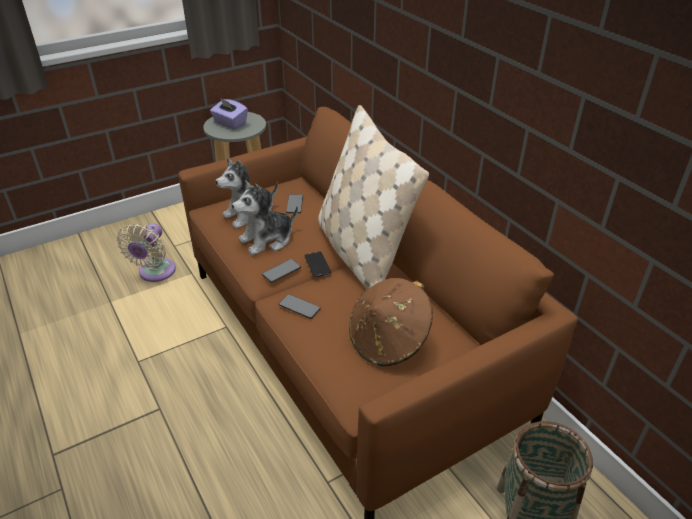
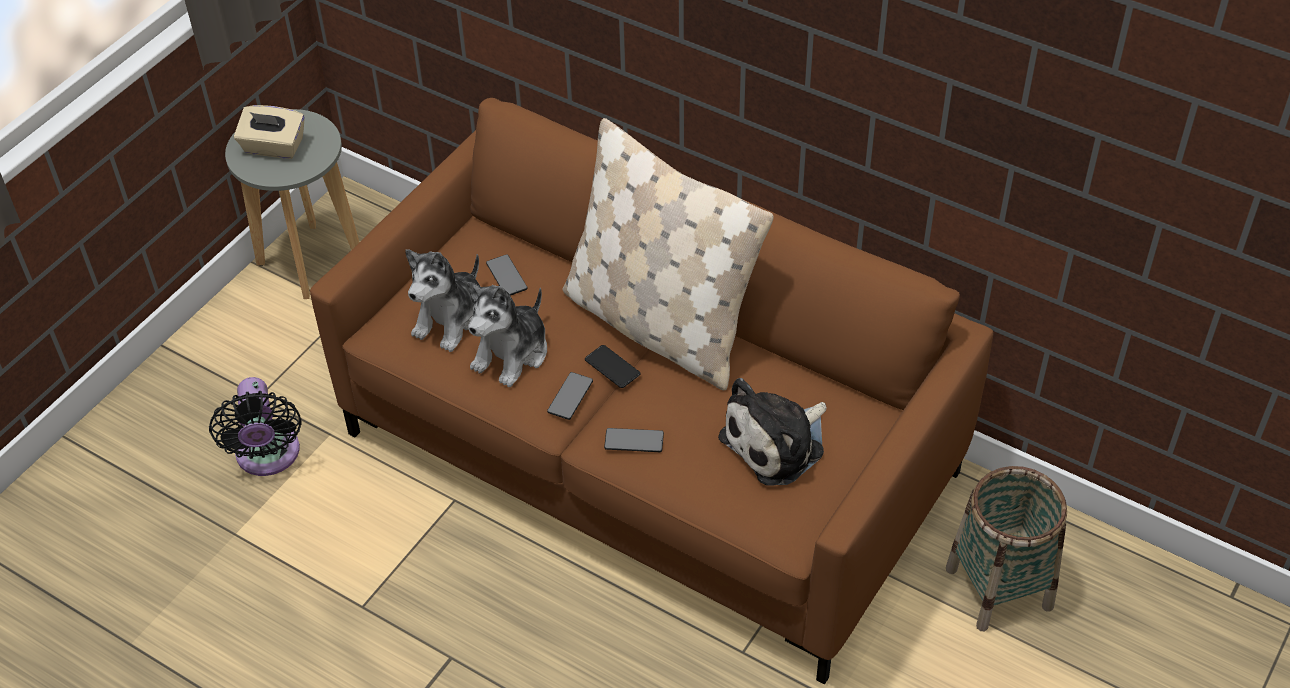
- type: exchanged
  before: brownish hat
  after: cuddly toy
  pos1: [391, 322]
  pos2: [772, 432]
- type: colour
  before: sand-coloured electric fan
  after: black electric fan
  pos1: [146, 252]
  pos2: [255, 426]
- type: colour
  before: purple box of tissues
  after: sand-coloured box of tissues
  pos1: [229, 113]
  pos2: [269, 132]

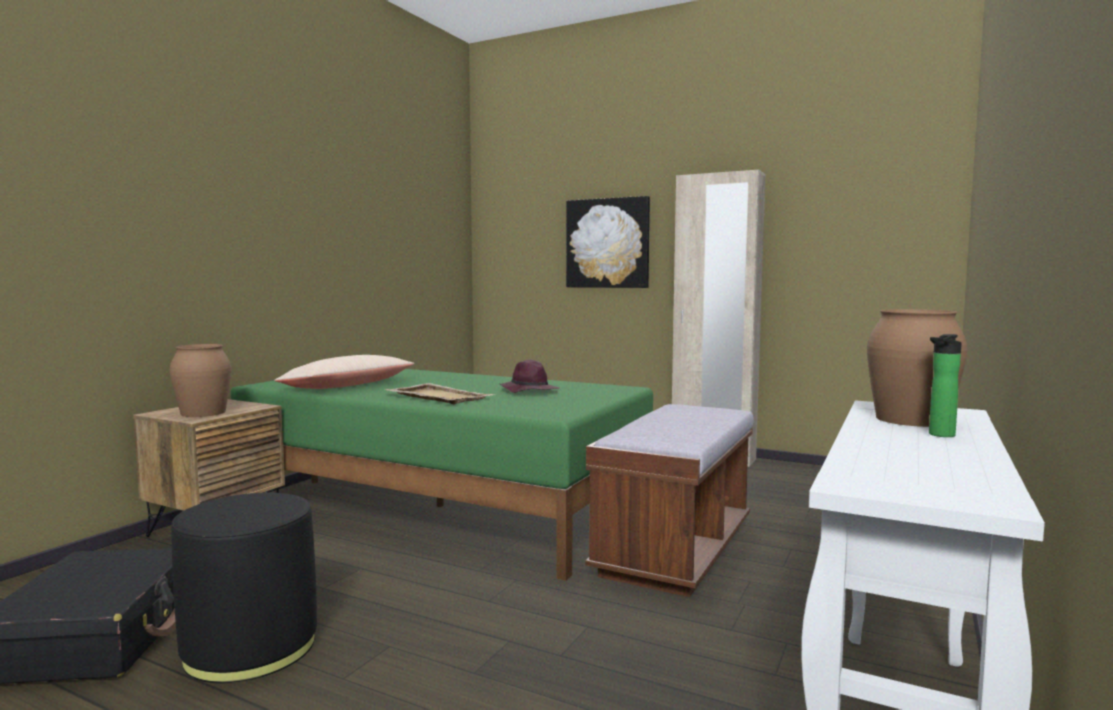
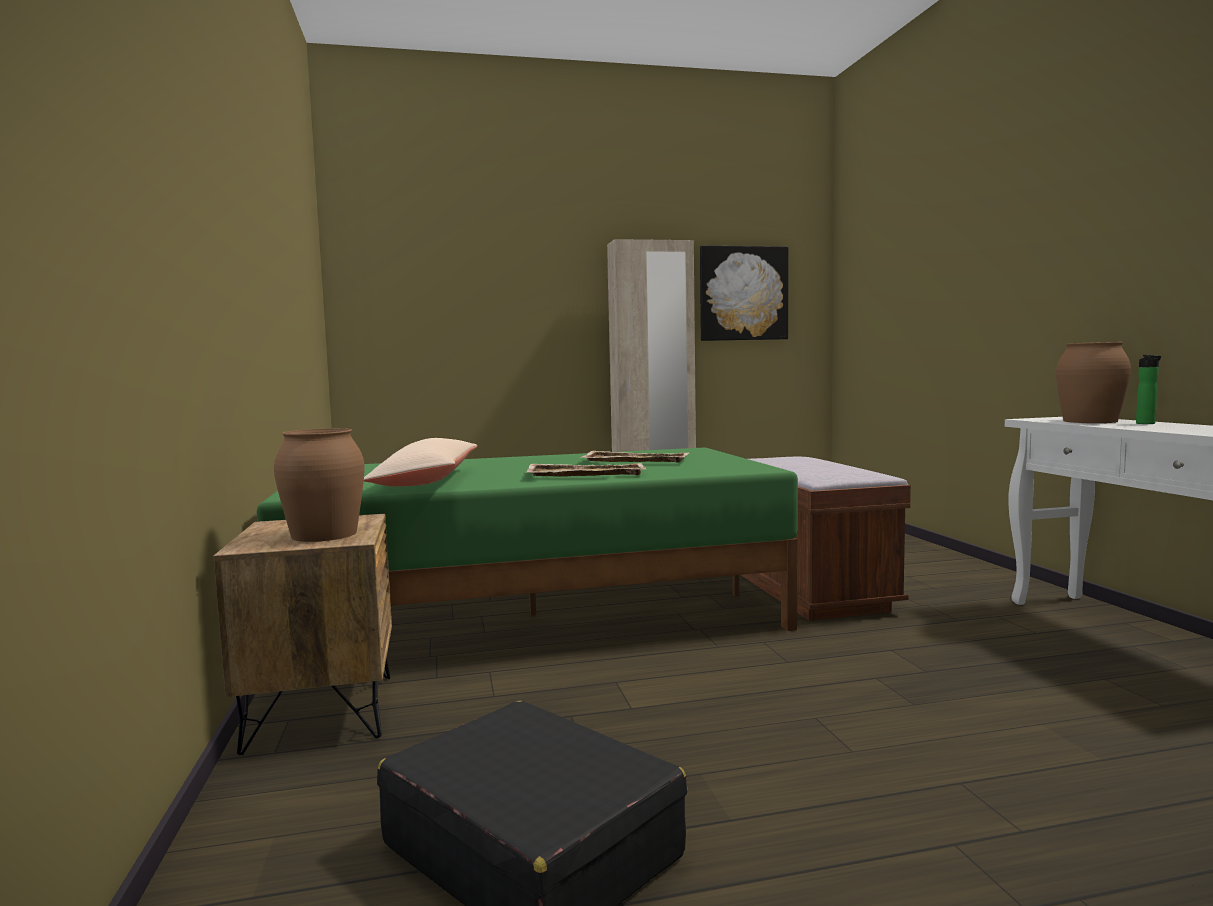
- type: missing
  before: black ottoman
  pos1: [244, 588]
- type: relocated
  before: wall art
  pos1: [608, 242]
  pos2: [744, 293]
- type: exchanged
  before: purple hat
  after: sand-coloured tray
  pos1: [529, 376]
  pos2: [635, 457]

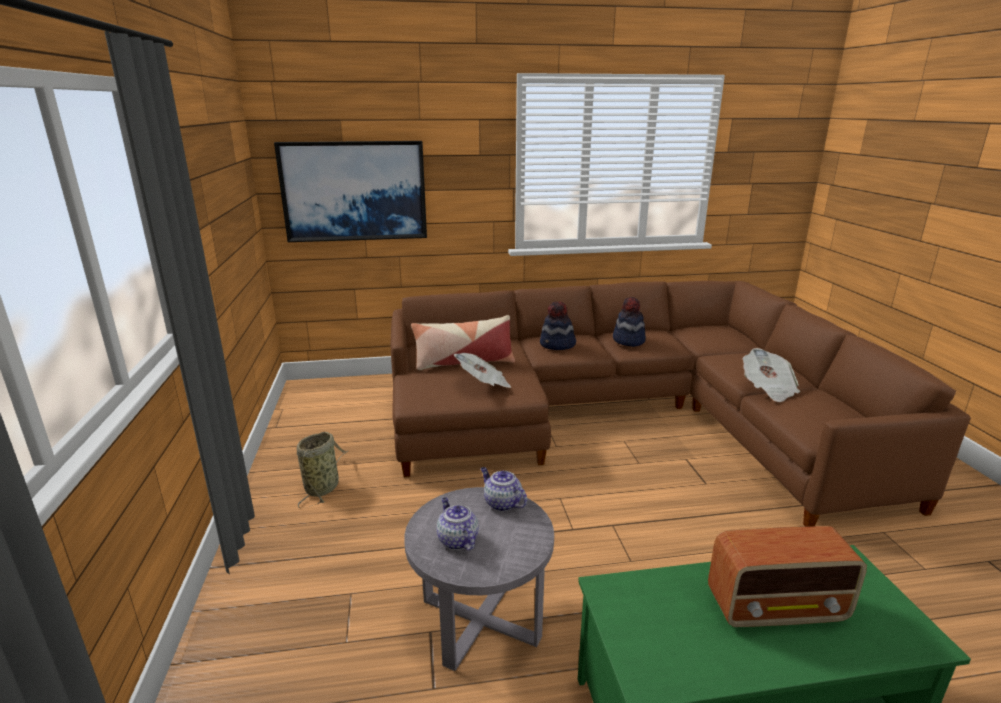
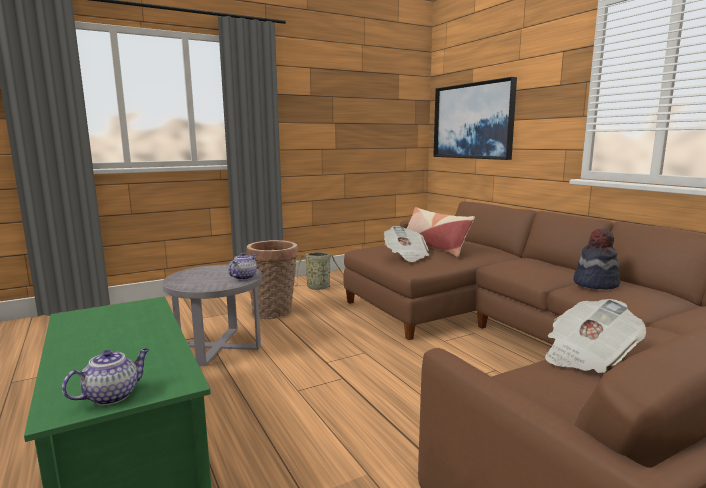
- type: missing
  before: hat
  pos1: [558, 326]
- type: missing
  before: radio receiver
  pos1: [787, 576]
- type: appeared
  after: household basket
  pos2: [272, 279]
- type: relocated
  before: pot for tea
  pos1: [458, 524]
  pos2: [105, 376]

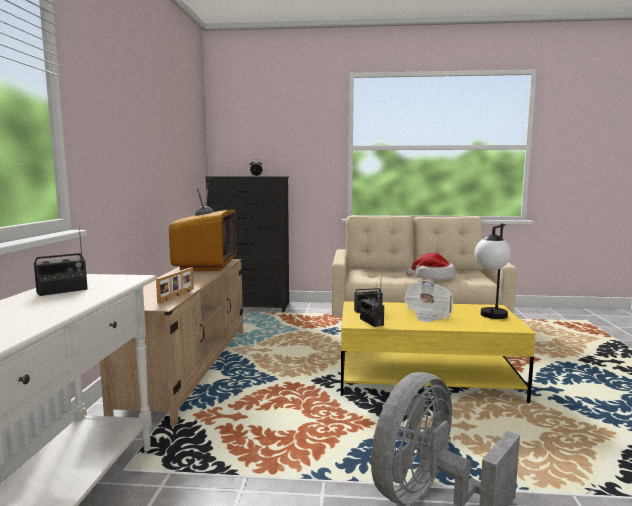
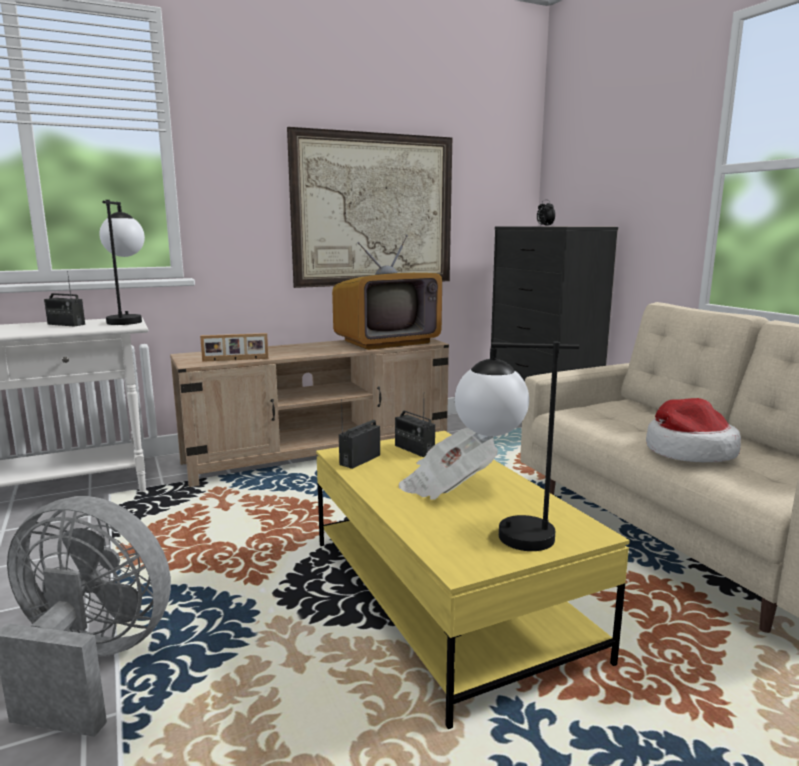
- type: appeared
  after: table lamp
  pos2: [122, 262]
- type: appeared
  after: wall art
  pos2: [369, 207]

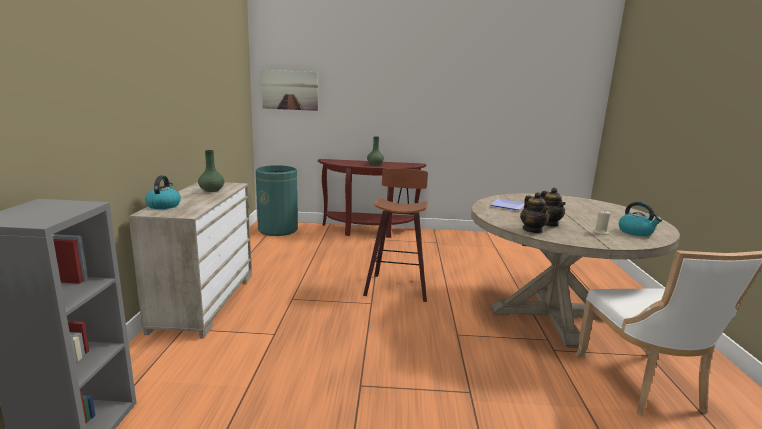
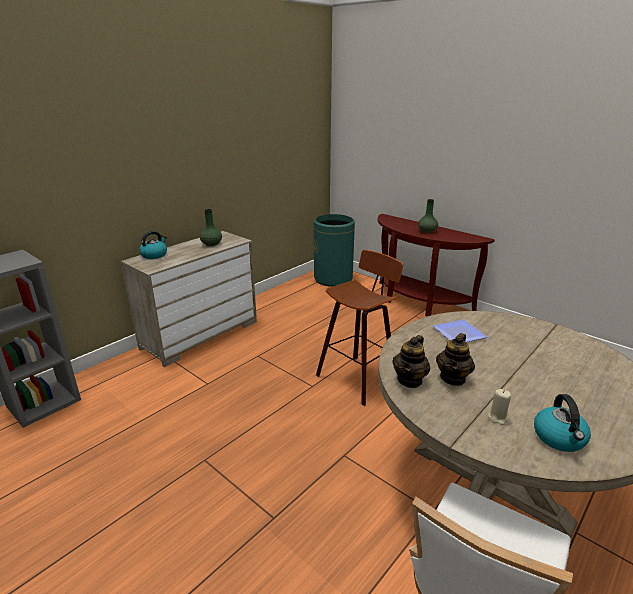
- type: missing
  before: wall art
  pos1: [289, 90]

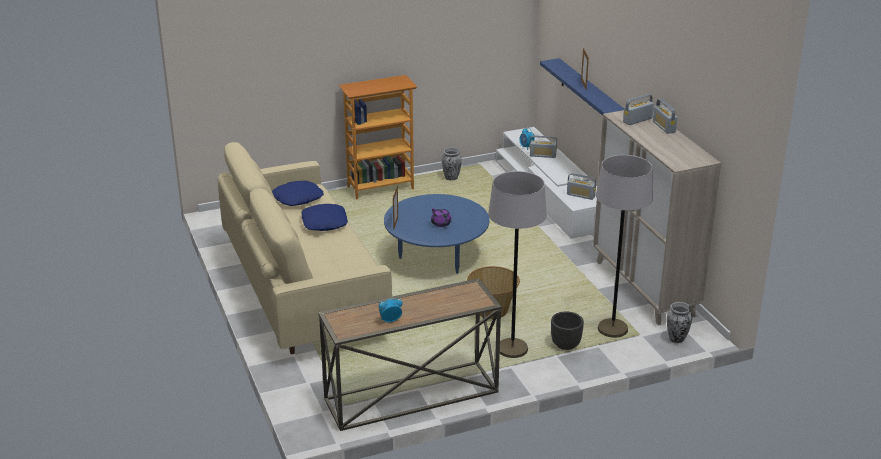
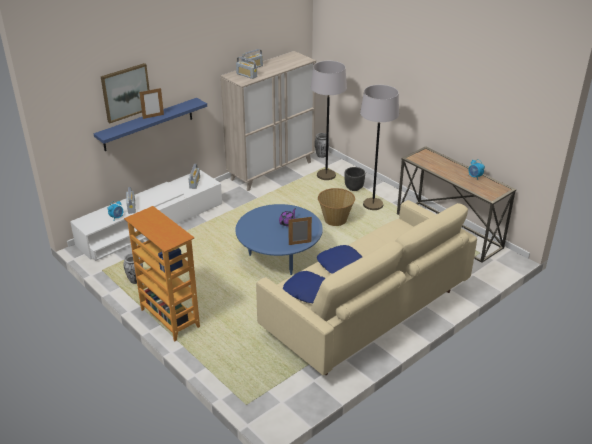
- type: appeared
  after: wall art
  pos2: [125, 93]

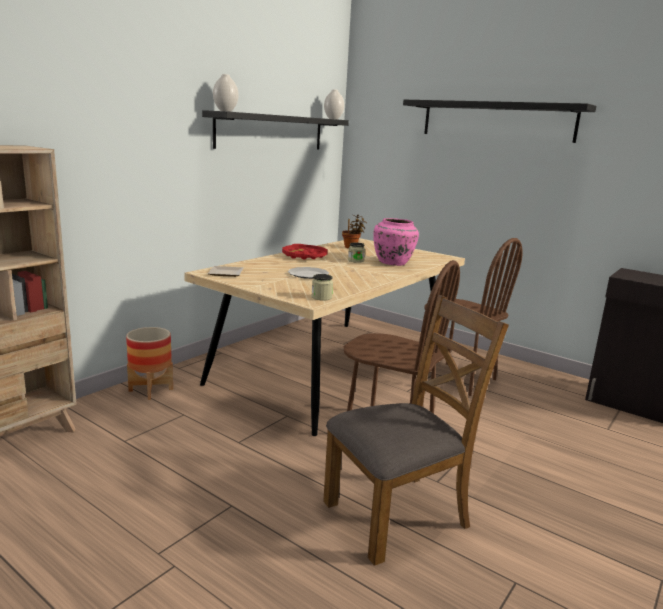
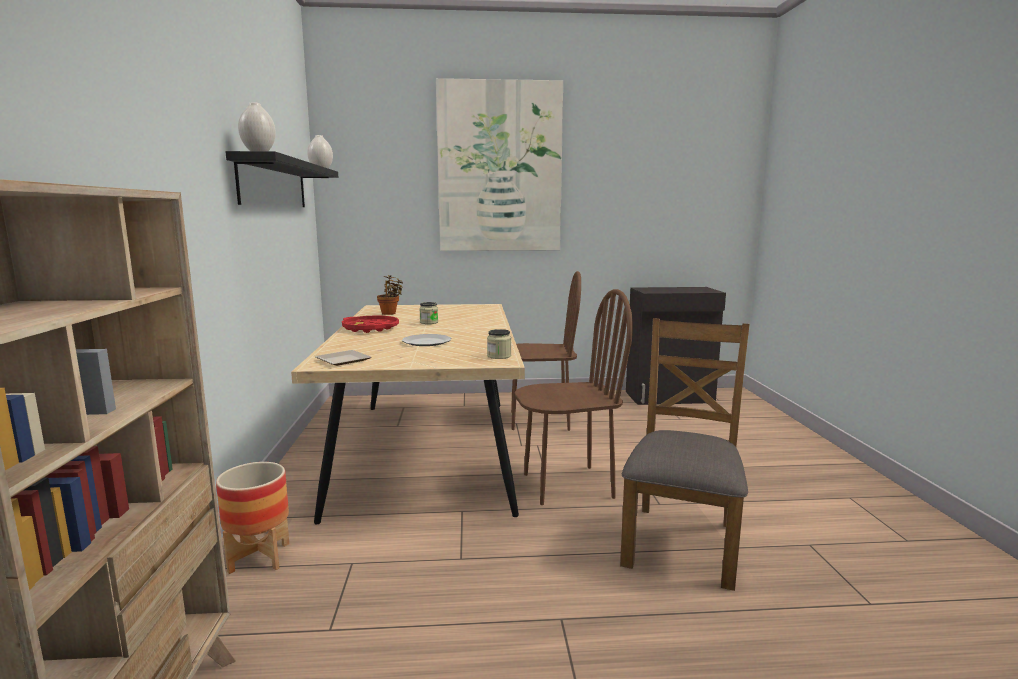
- type: missing
  before: pink-coloured decorative vase
  pos1: [396, 242]
- type: exchanged
  before: black wall shelf
  after: wall art
  pos1: [499, 121]
  pos2: [499, 164]

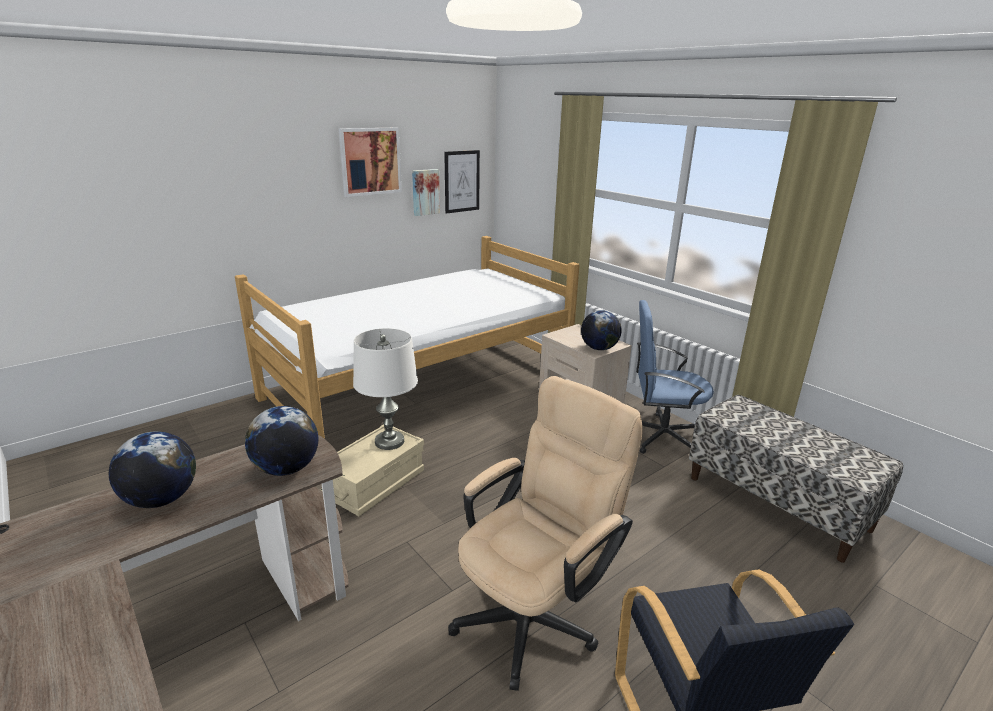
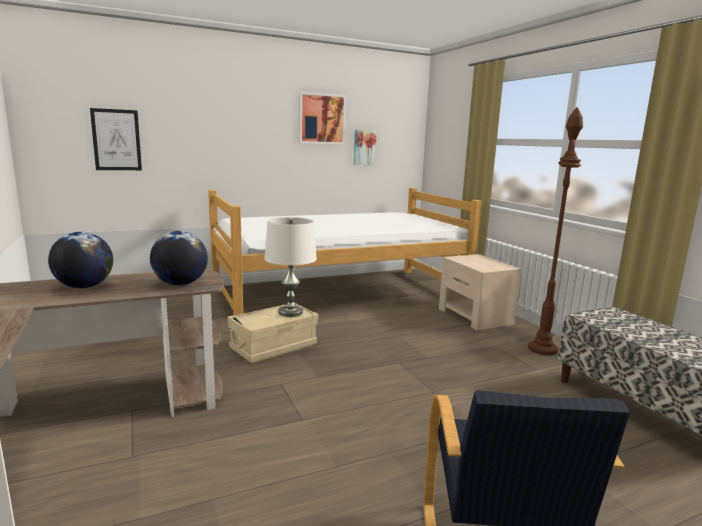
- type: missing
  before: sand-coloured desk chair
  pos1: [545, 533]
- type: missing
  before: globe
  pos1: [601, 330]
- type: relocated
  before: wall art
  pos1: [462, 182]
  pos2: [116, 139]
- type: exchanged
  before: blue-coloured desk chair
  after: brownish standing lamp
  pos1: [675, 377]
  pos2: [555, 231]

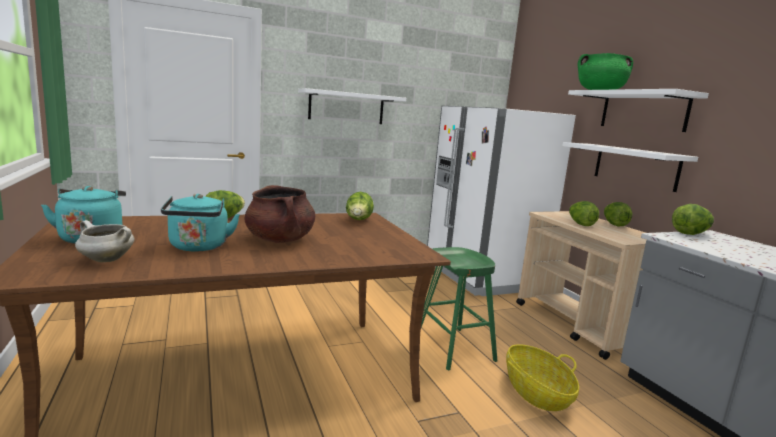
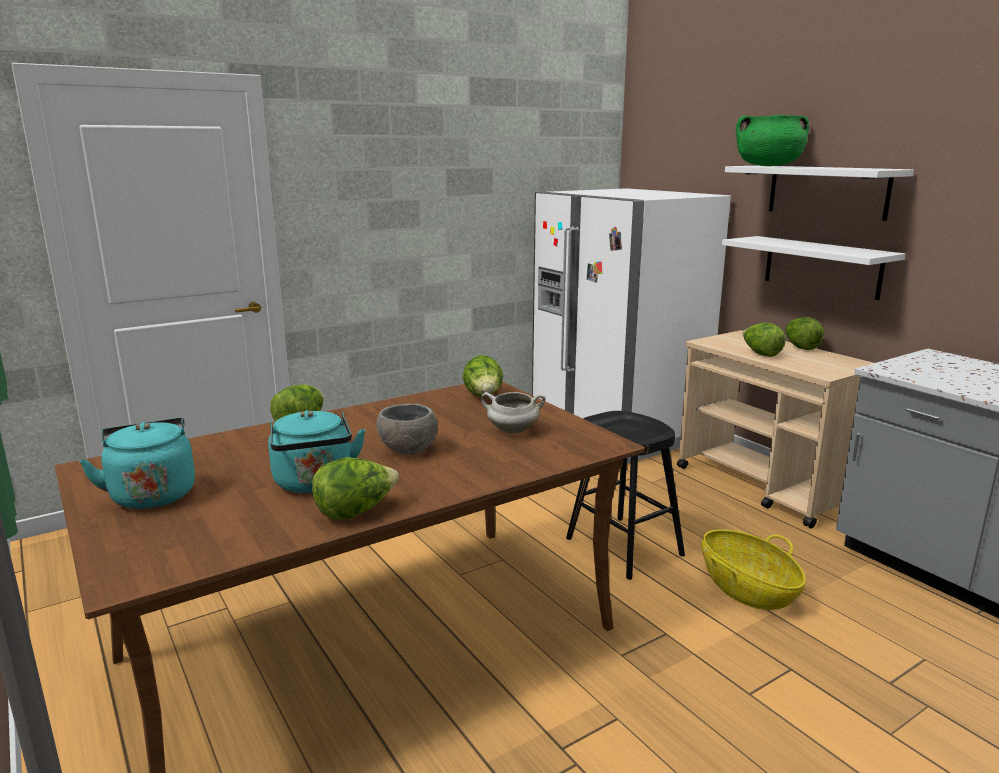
- type: missing
  before: white wall shelf
  pos1: [352, 106]
- type: relocated
  before: white cooking pot
  pos1: [104, 241]
  pos2: [513, 413]
- type: relocated
  before: lettuce
  pos1: [693, 219]
  pos2: [355, 488]
- type: exchanged
  before: brownish cooking pot
  after: grey serving bowl
  pos1: [279, 214]
  pos2: [407, 429]
- type: colour
  before: greenish sitting stool
  after: black sitting stool
  pos1: [459, 308]
  pos2: [625, 495]

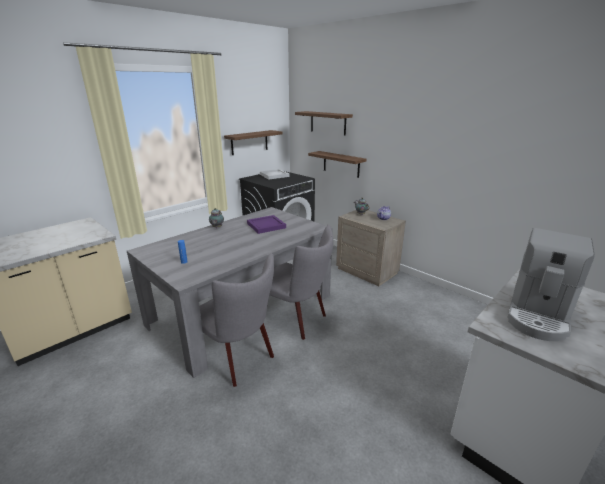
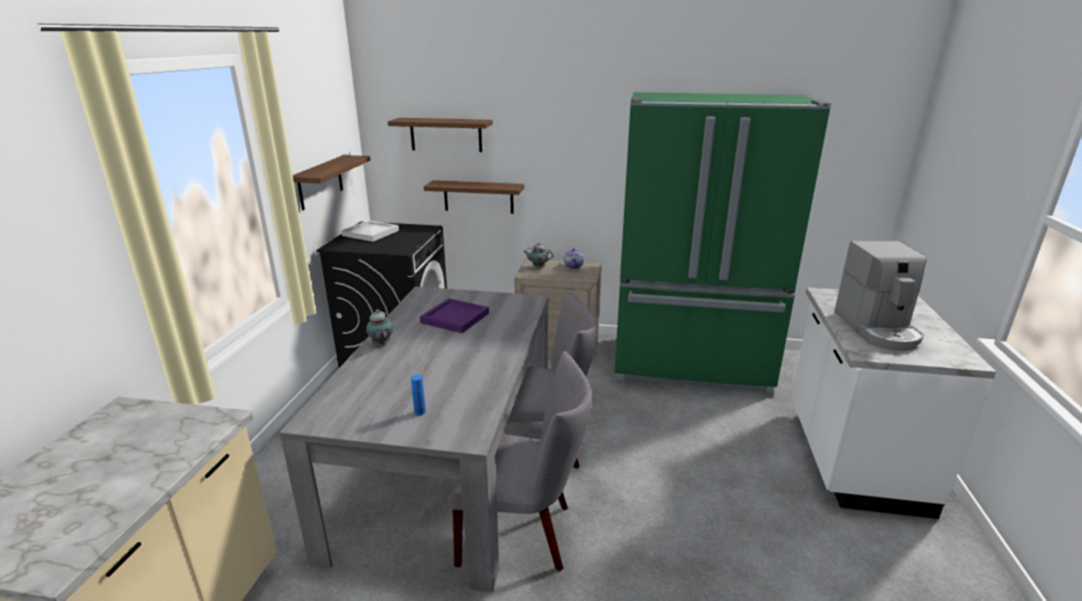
- type: appeared
  after: greenish kitchen fridge
  pos2: [723, 244]

